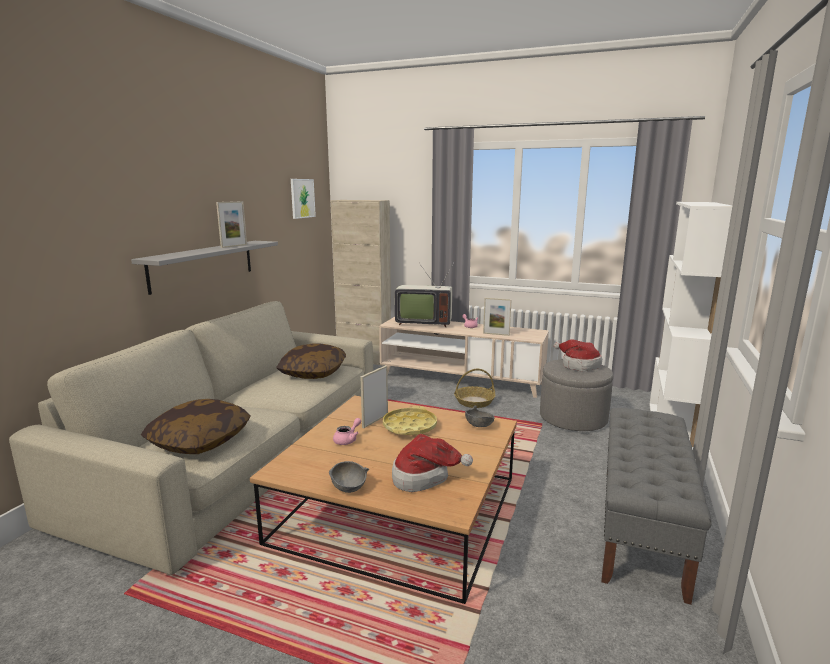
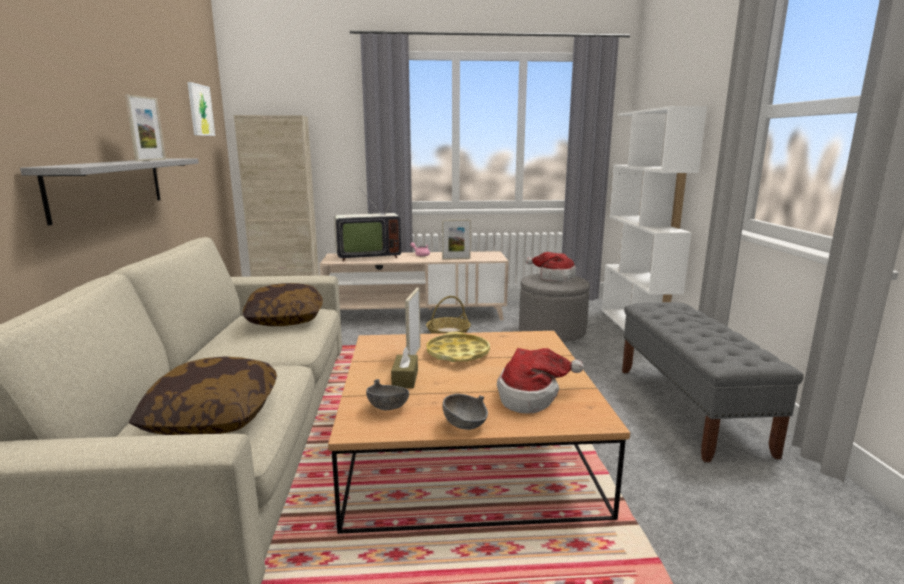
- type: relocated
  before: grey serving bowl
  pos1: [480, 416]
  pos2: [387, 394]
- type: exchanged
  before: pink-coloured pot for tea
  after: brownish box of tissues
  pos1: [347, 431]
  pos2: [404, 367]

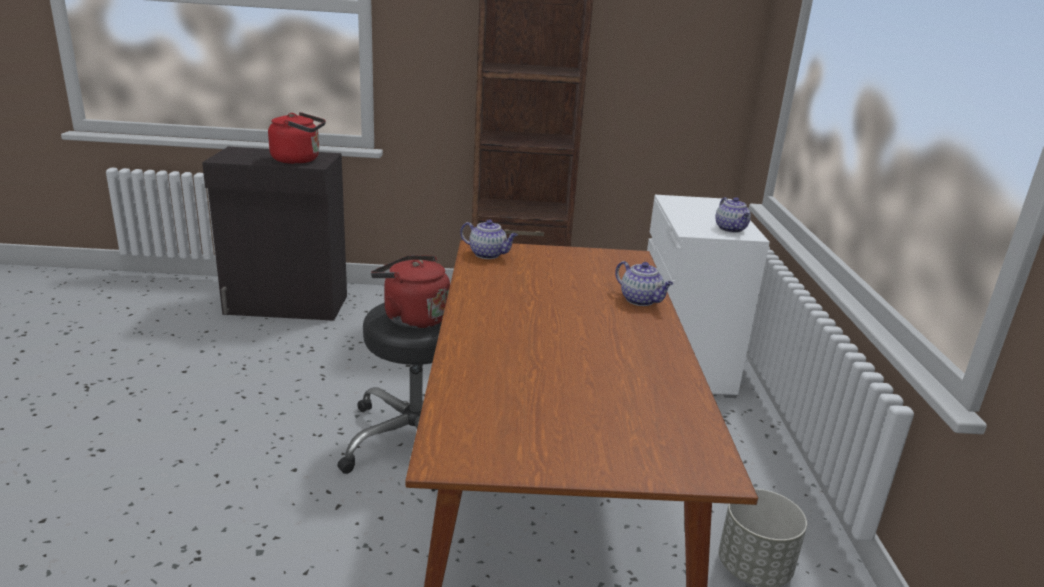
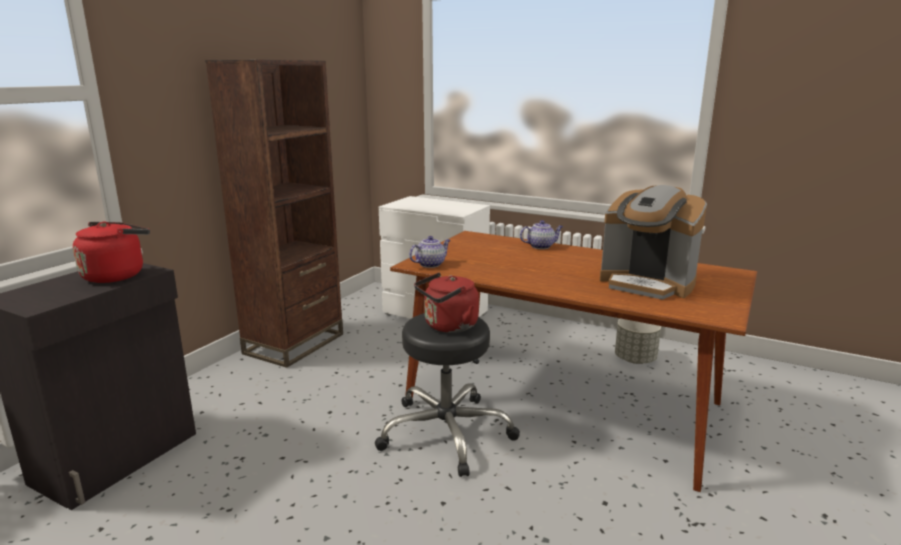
- type: missing
  before: pot for tea
  pos1: [733, 215]
- type: appeared
  after: coffee machine
  pos2: [653, 242]

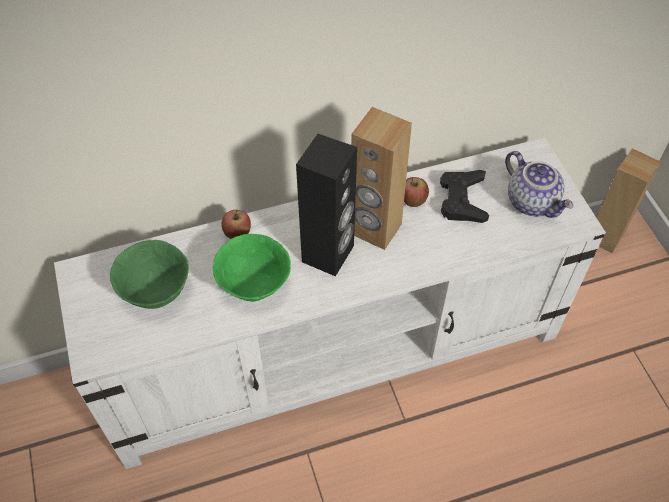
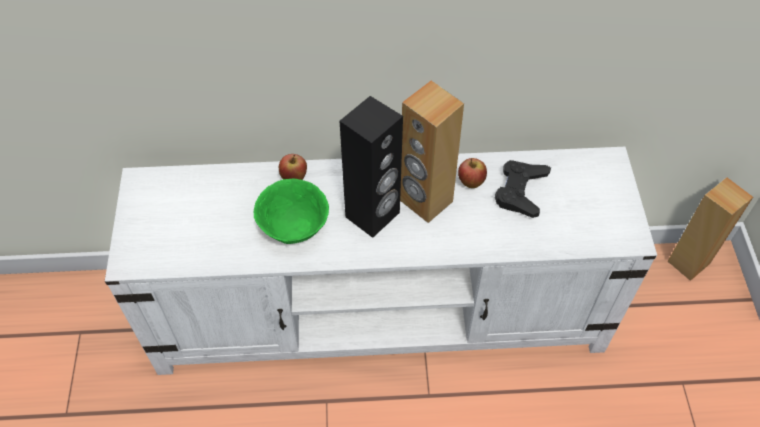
- type: missing
  before: greenish serving bowl
  pos1: [149, 274]
- type: missing
  before: pot for tea
  pos1: [539, 184]

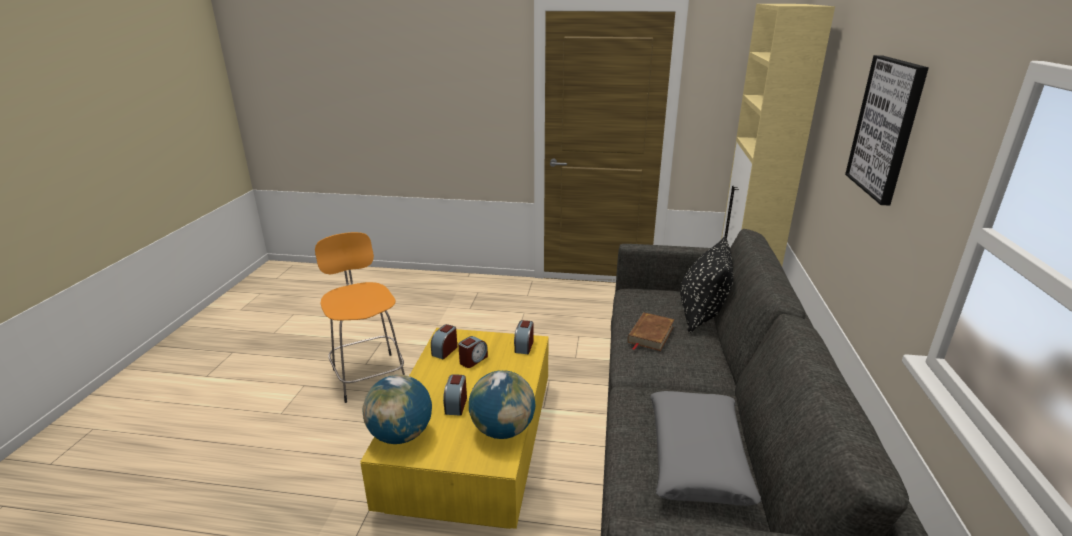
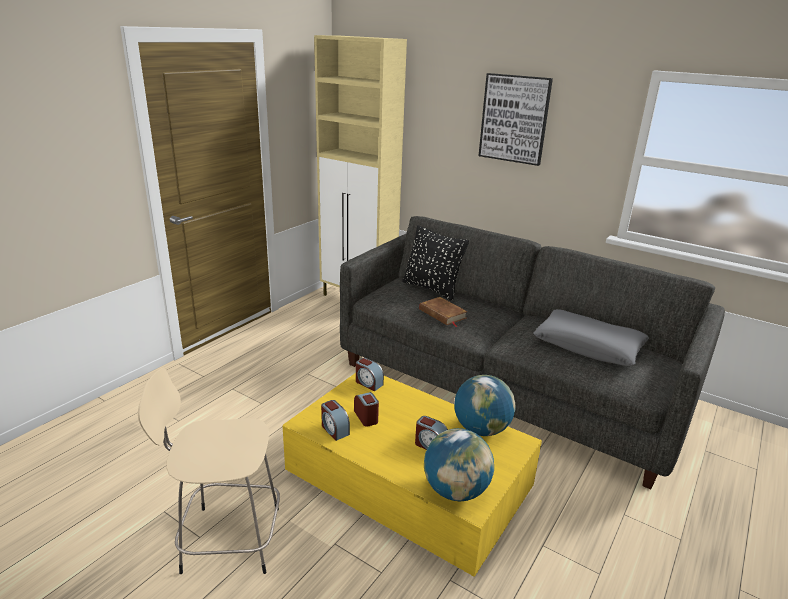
- type: colour
  before: orange-coloured sitting stool
  after: sand-coloured sitting stool
  pos1: [360, 317]
  pos2: [209, 471]

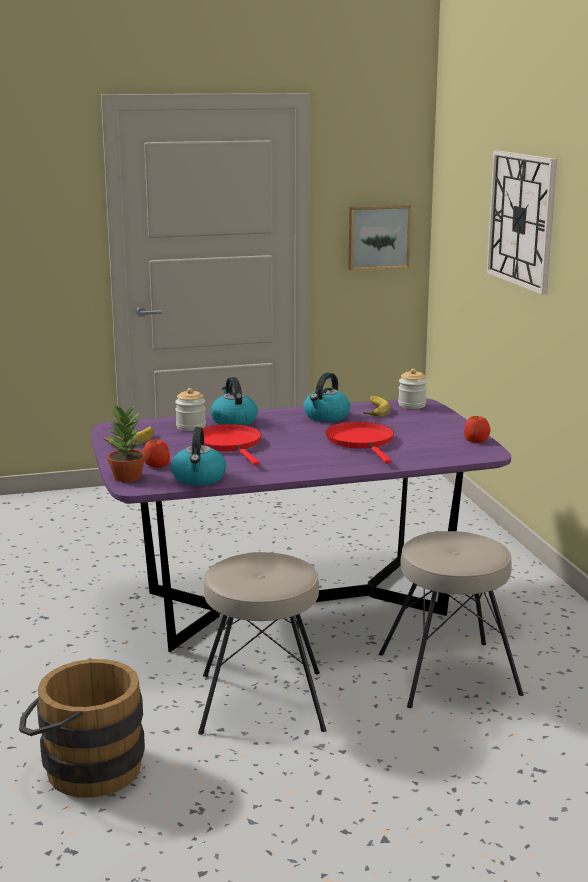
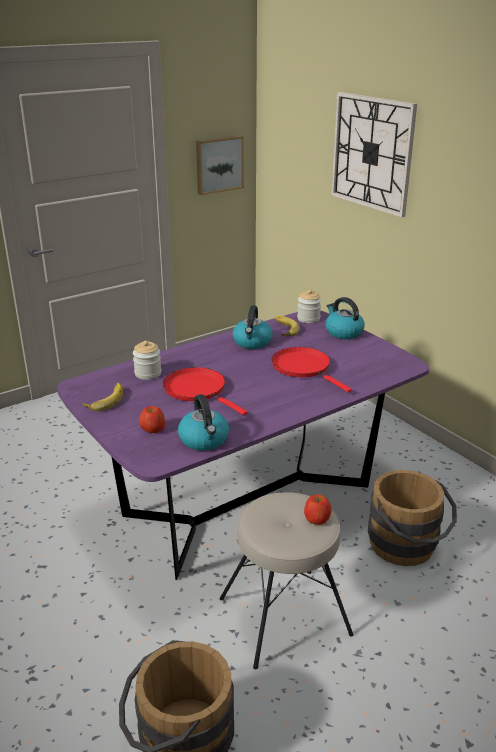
- type: missing
  before: plant in a pot
  pos1: [126, 443]
- type: relocated
  before: water kettle
  pos1: [234, 401]
  pos2: [345, 318]
- type: relocated
  before: apple fruit
  pos1: [477, 429]
  pos2: [318, 509]
- type: exchanged
  before: sand-coloured sitting stool
  after: brownish water bucket
  pos1: [451, 619]
  pos2: [412, 518]

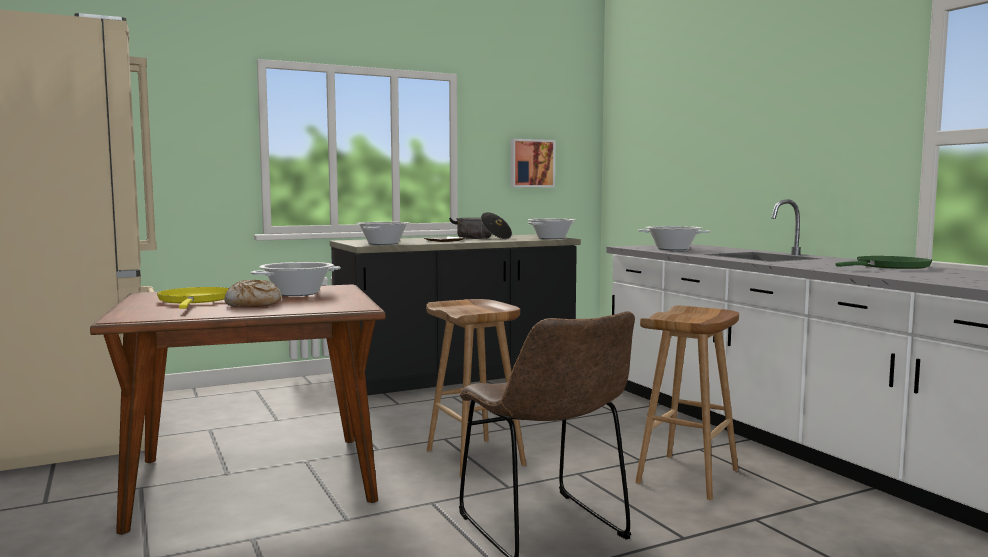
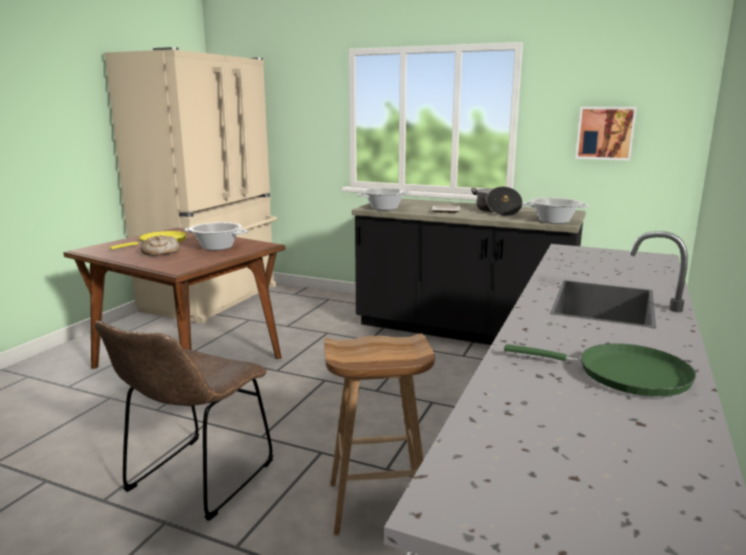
- type: missing
  before: brownish sitting stool
  pos1: [476, 388]
- type: missing
  before: cooking pot
  pos1: [674, 238]

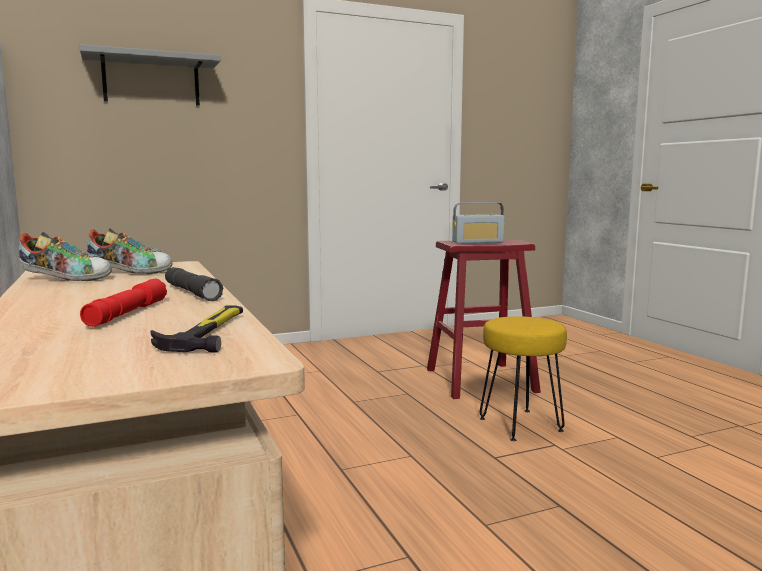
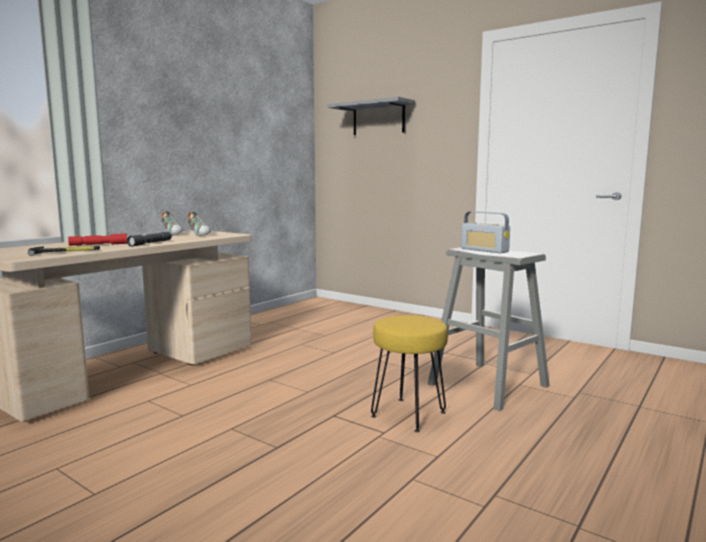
- type: colour
  before: red sitting stool
  after: grey sitting stool
  pos1: [484, 319]
  pos2: [489, 329]

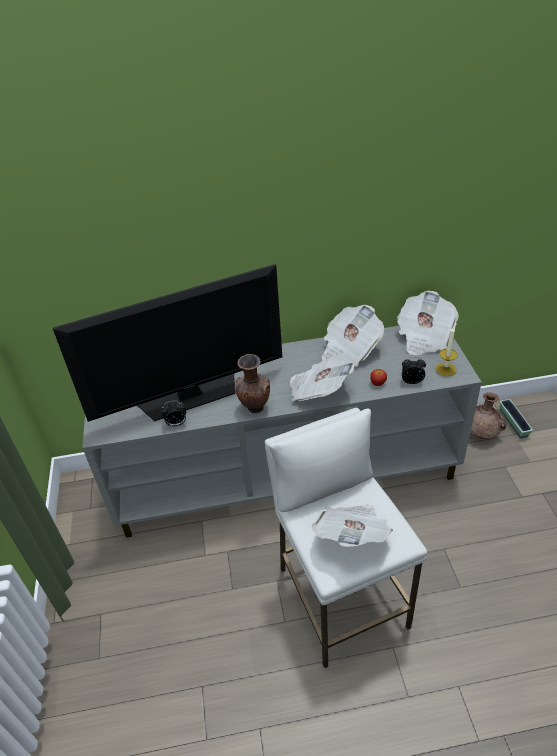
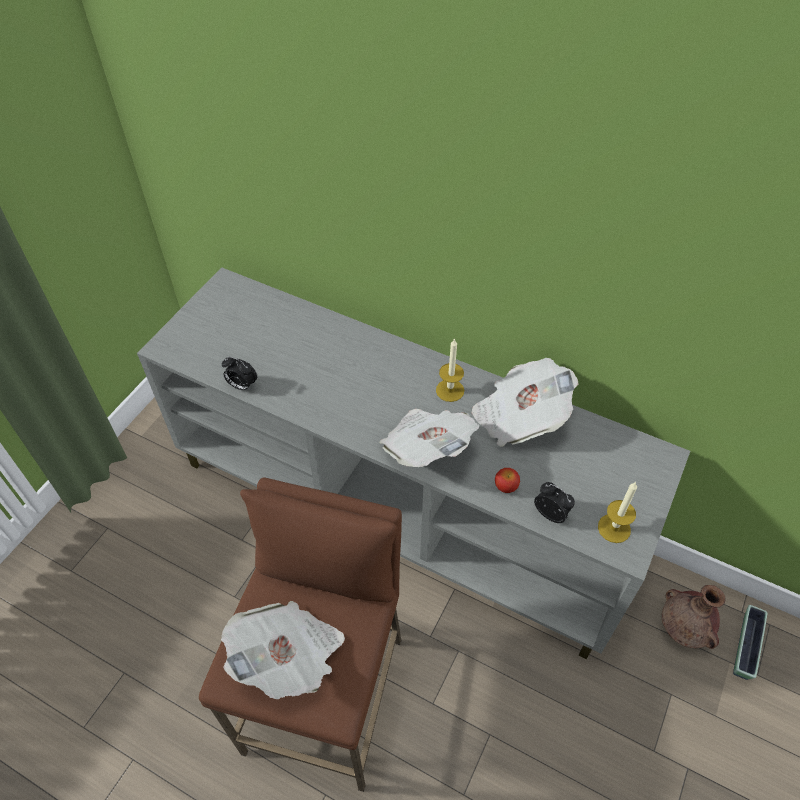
- type: missing
  before: TV set
  pos1: [167, 343]
- type: missing
  before: brownish decorative vase
  pos1: [252, 383]
- type: missing
  before: newspaper
  pos1: [428, 323]
- type: appeared
  after: candle
  pos2: [450, 370]
- type: colour
  before: white sitting stool
  after: brownish sitting stool
  pos1: [346, 538]
  pos2: [300, 635]

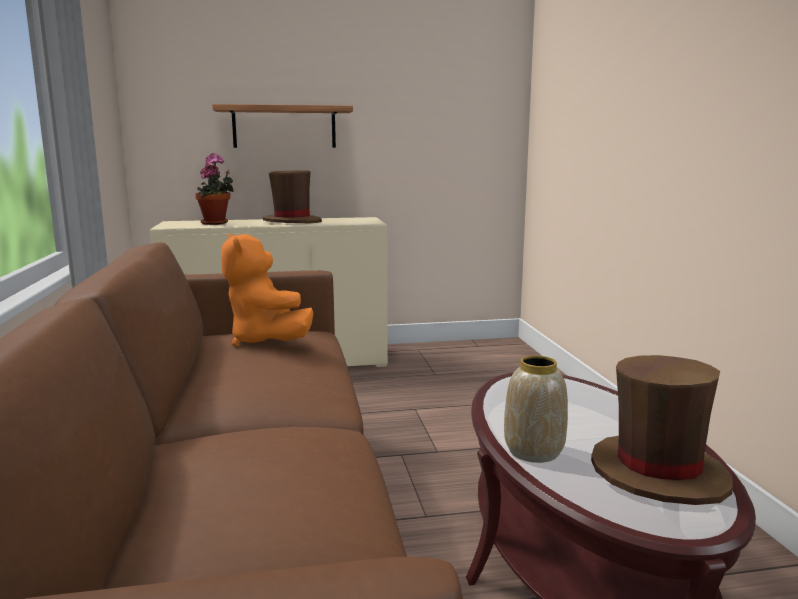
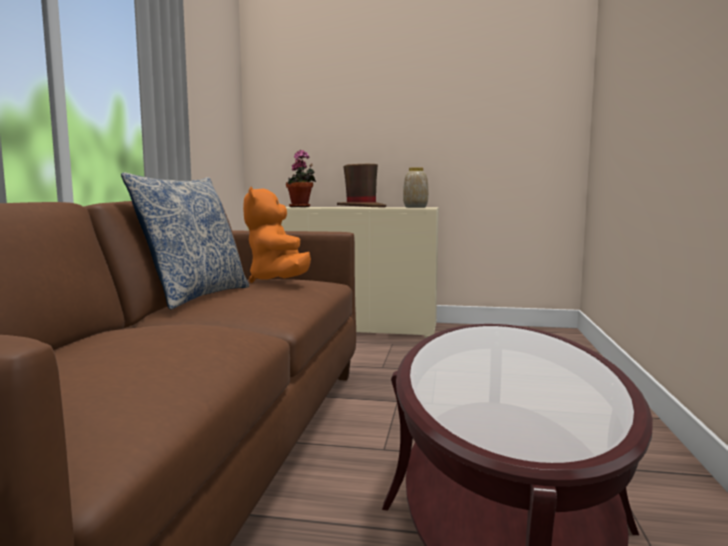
- type: missing
  before: wall shelf
  pos1: [282, 126]
- type: missing
  before: brownish hat
  pos1: [662, 430]
- type: appeared
  after: pillow
  pos2: [185, 241]
- type: relocated
  before: decorative vase
  pos1: [536, 409]
  pos2: [415, 187]

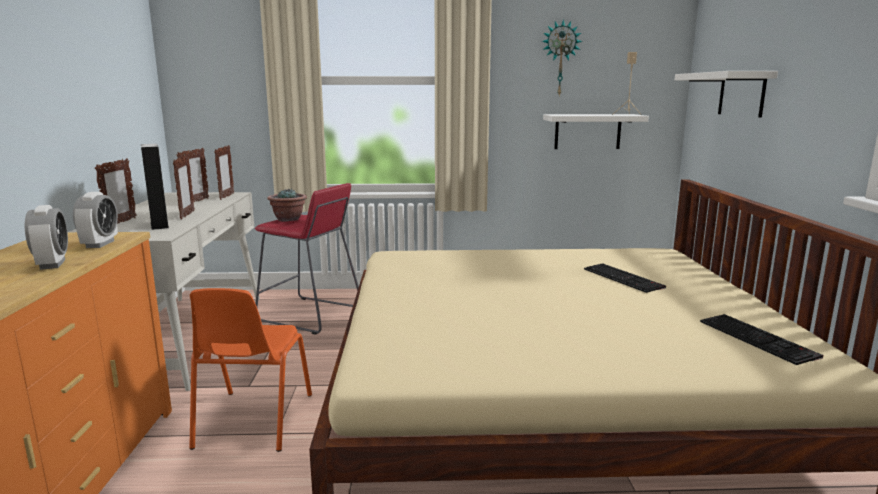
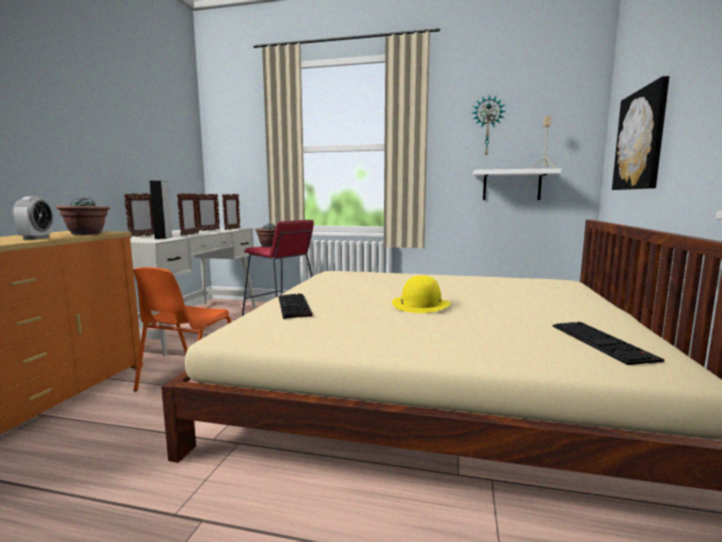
- type: appeared
  after: yellowish hat
  pos2: [421, 294]
- type: relocated
  before: computer keyboard
  pos1: [625, 278]
  pos2: [295, 306]
- type: exchanged
  before: table clock
  after: plant in a pot
  pos1: [95, 220]
  pos2: [83, 216]
- type: exchanged
  before: white wall shelf
  after: wall art
  pos1: [726, 94]
  pos2: [641, 133]

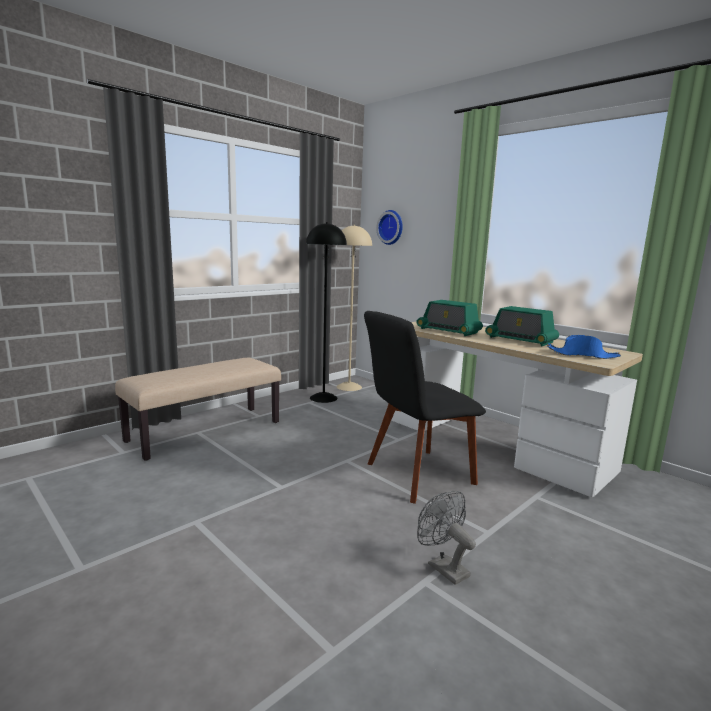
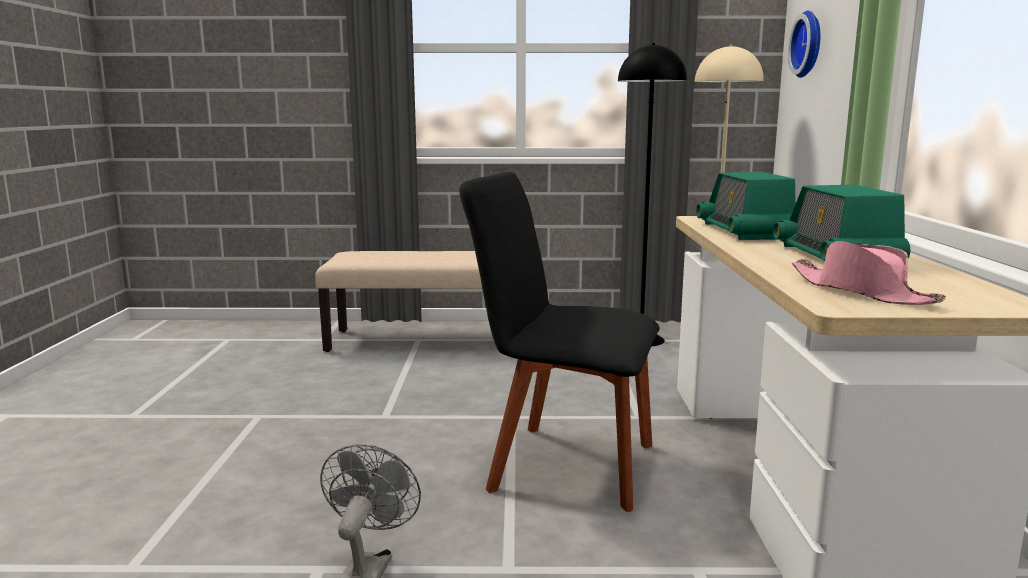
- type: colour
  before: blue-coloured hat
  after: pink-coloured hat
  pos1: [584, 347]
  pos2: [869, 273]

